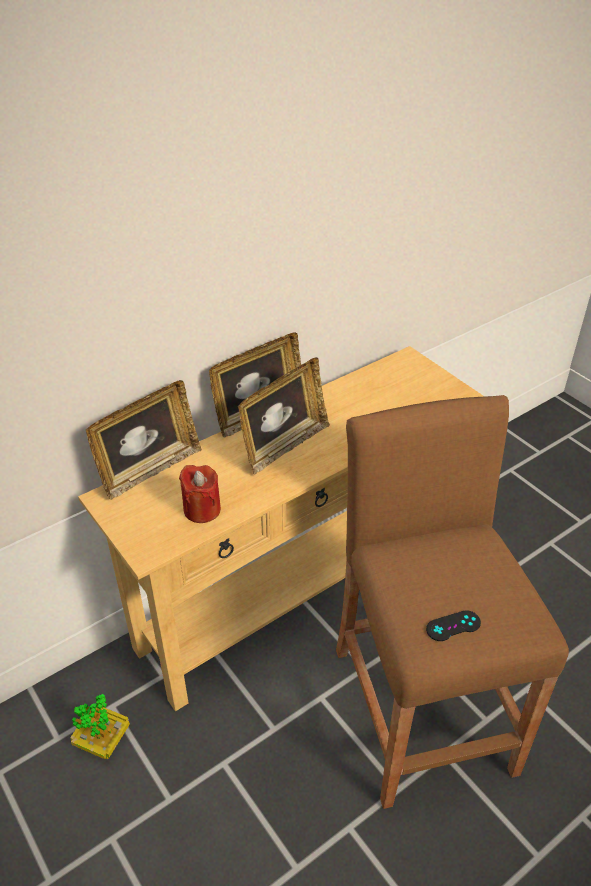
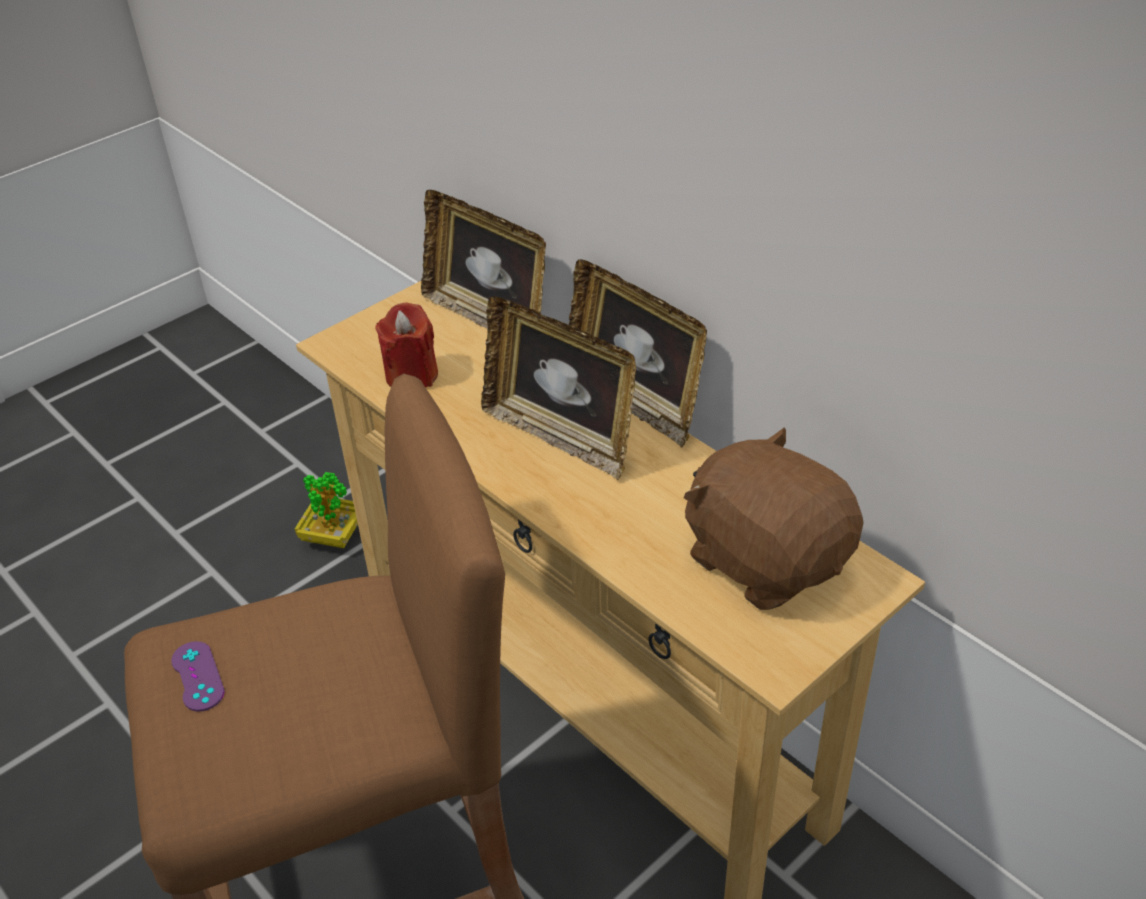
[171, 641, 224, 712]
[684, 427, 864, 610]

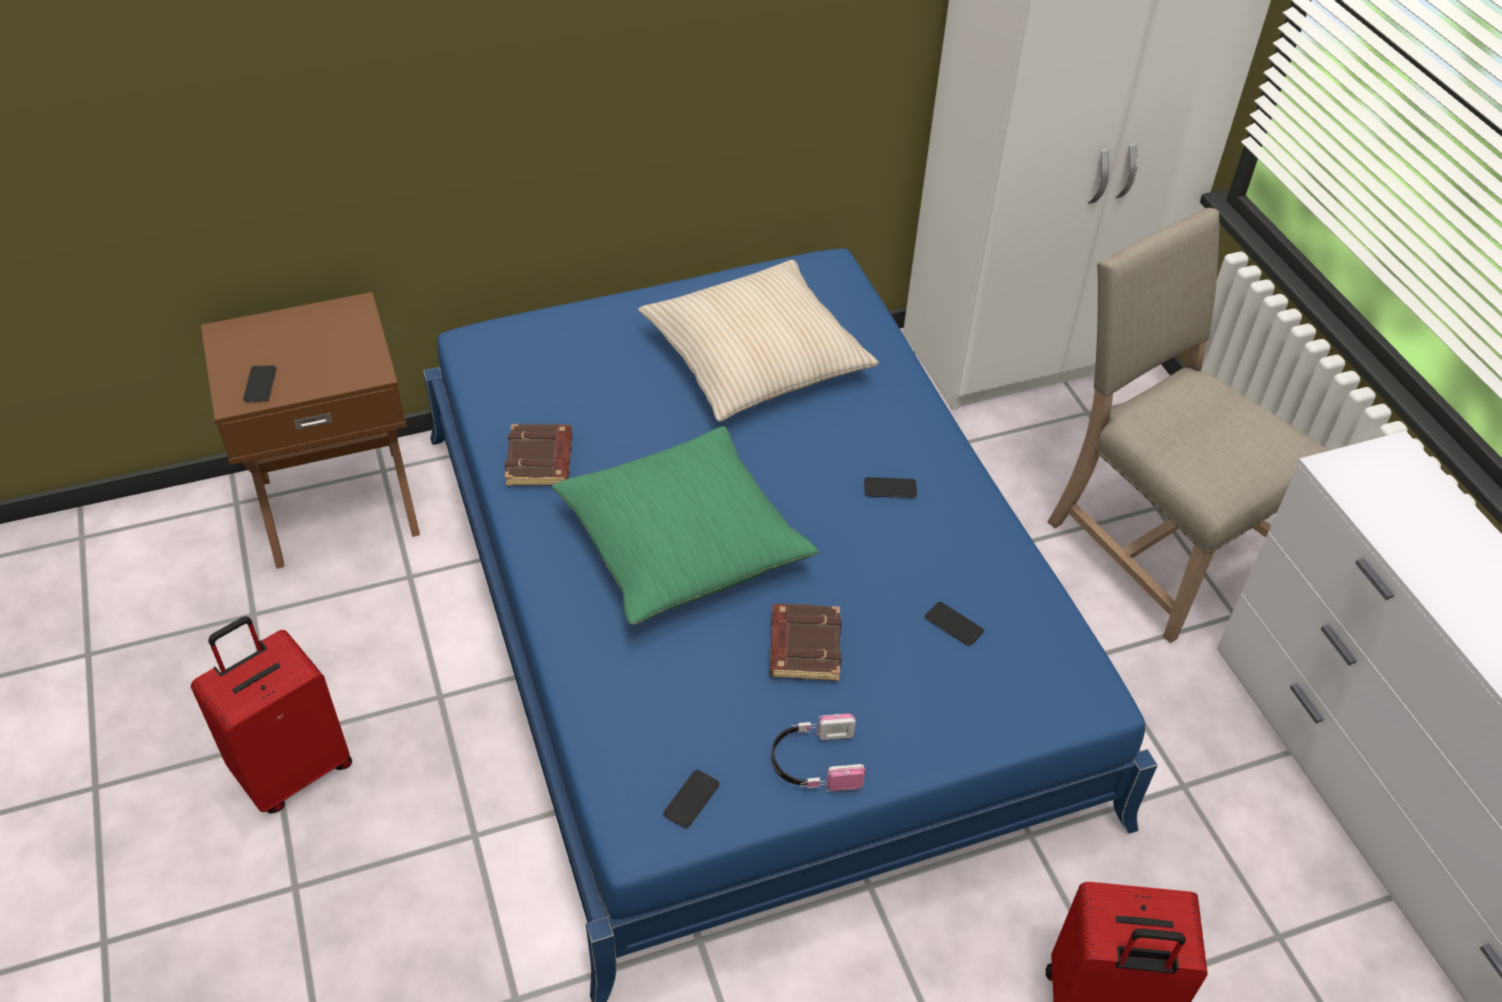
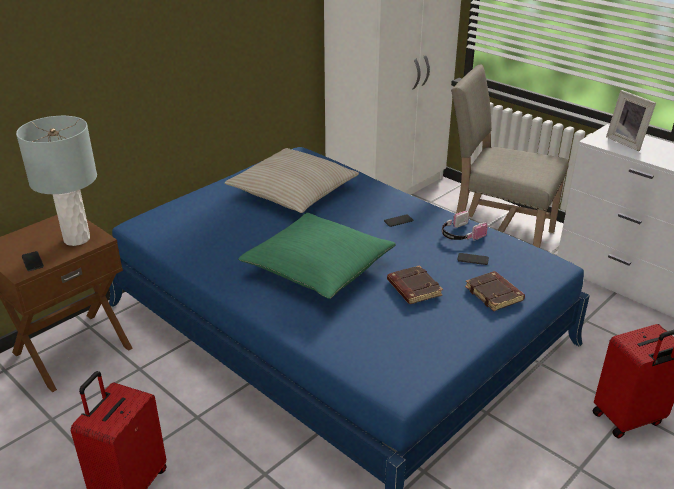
[465, 271, 525, 311]
[663, 770, 720, 828] (first image)
[442, 211, 488, 241]
[16, 116, 97, 246]
[606, 90, 656, 151]

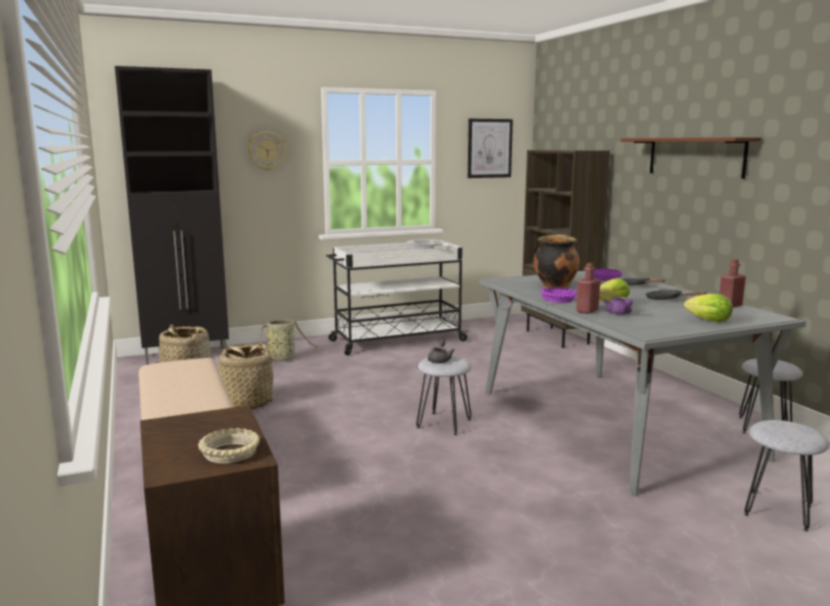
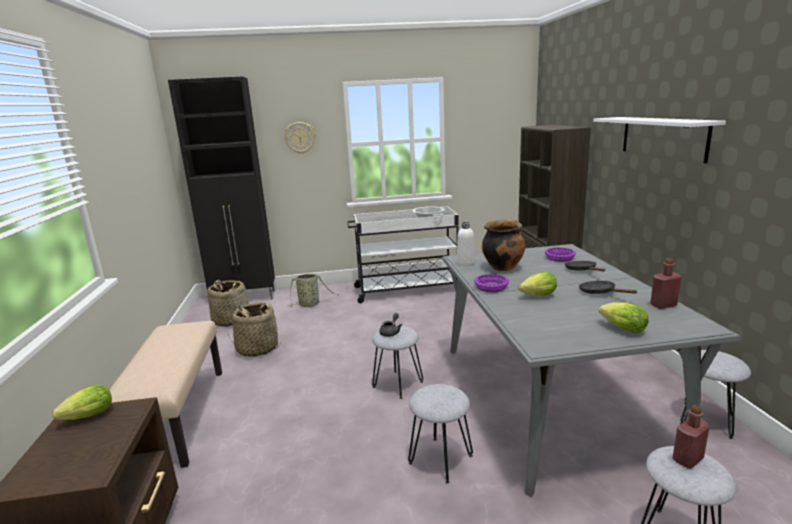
[198, 428, 260, 463] (first image)
[468, 119, 513, 178] (first image)
[673, 405, 710, 469]
[604, 297, 633, 315] (first image)
[593, 117, 726, 163]
[52, 384, 112, 420]
[408, 384, 473, 484]
[457, 222, 475, 266]

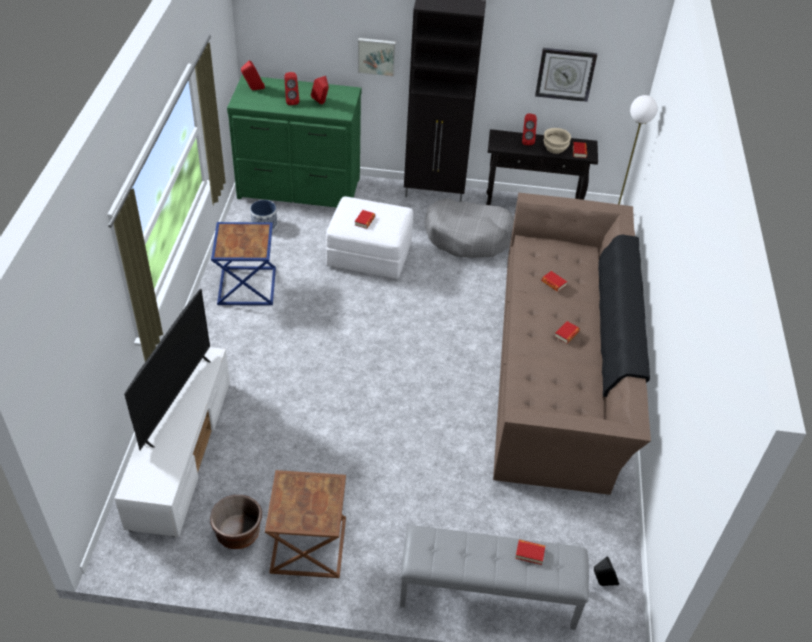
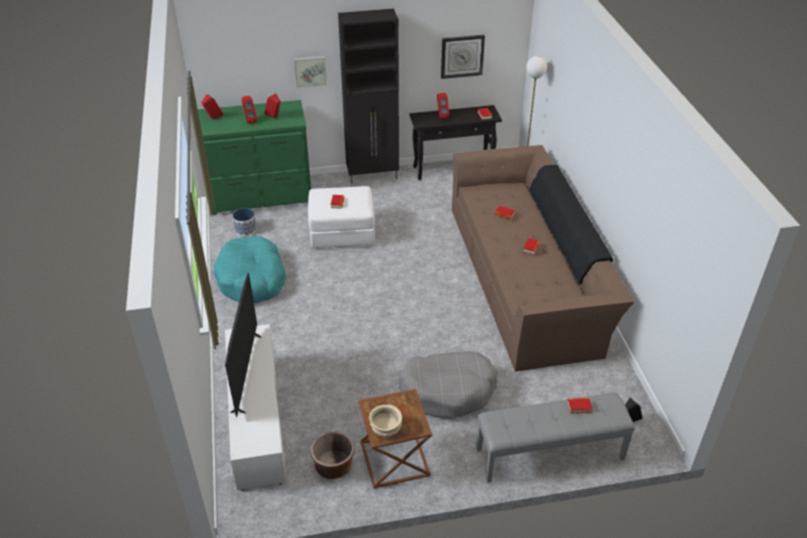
[214, 236, 286, 303]
[399, 351, 498, 419]
[369, 405, 402, 438]

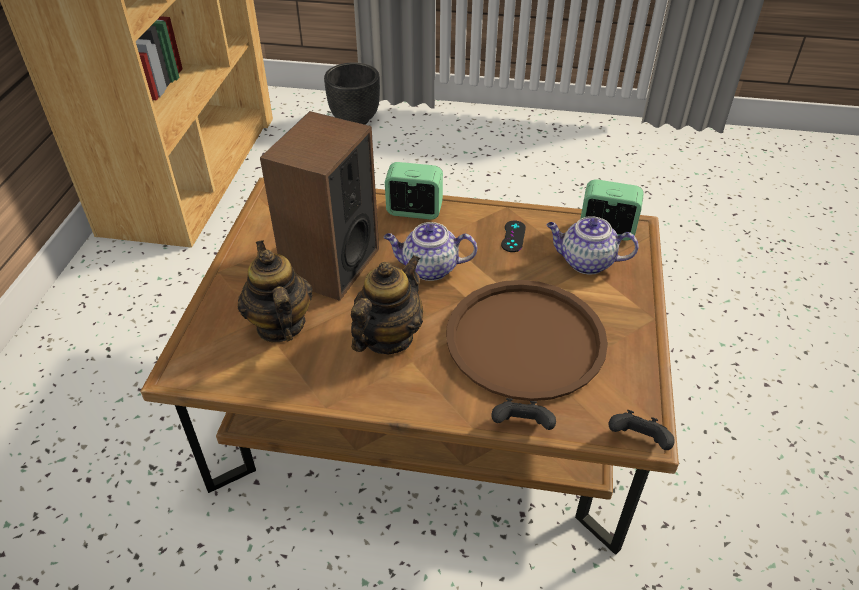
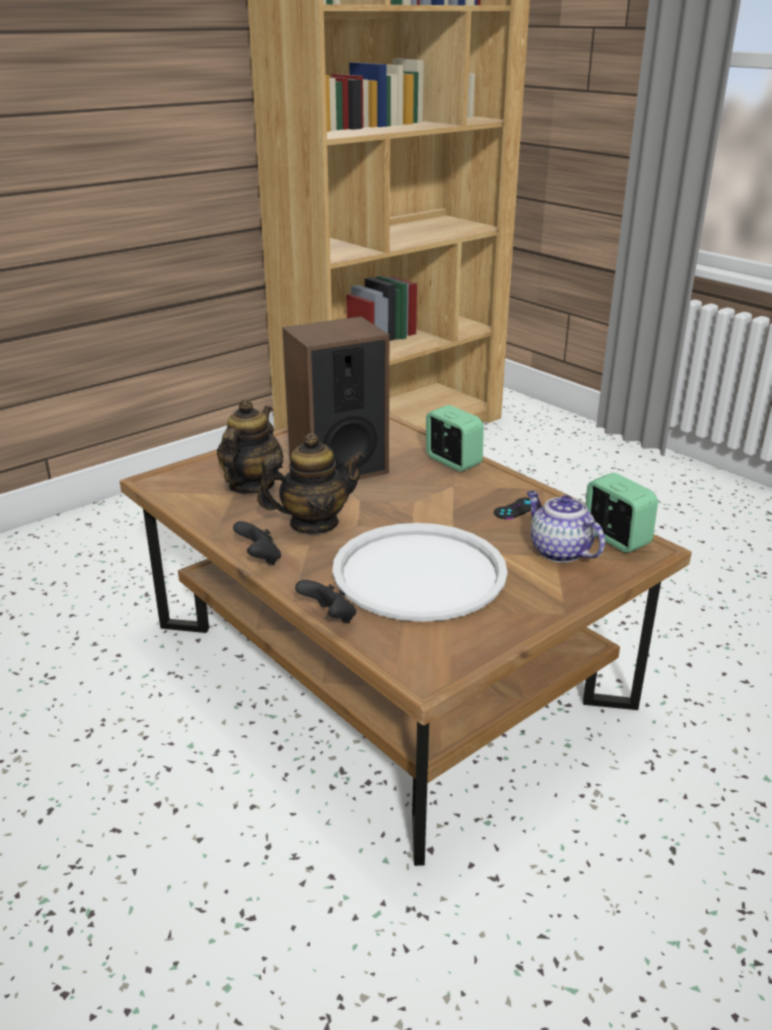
[324, 62, 380, 125] (first image)
[384, 222, 477, 281] (first image)
[332, 523, 508, 622]
[233, 521, 281, 565]

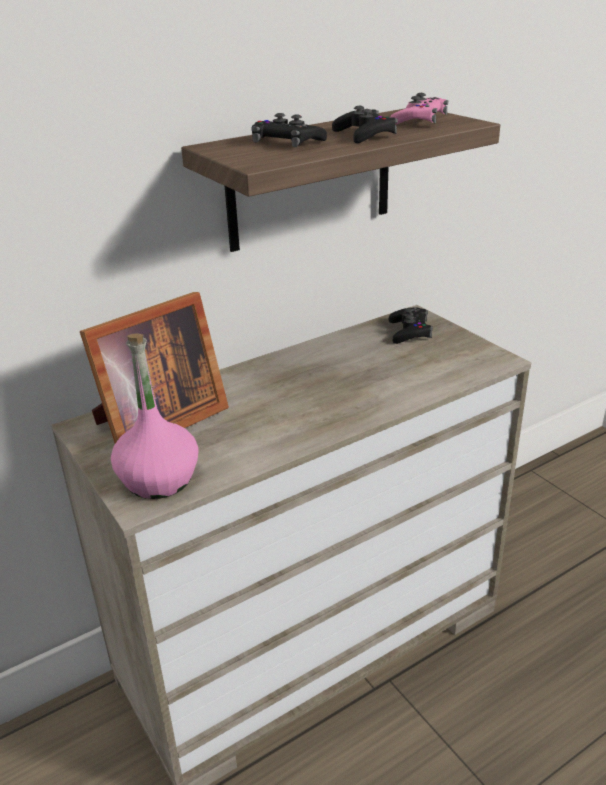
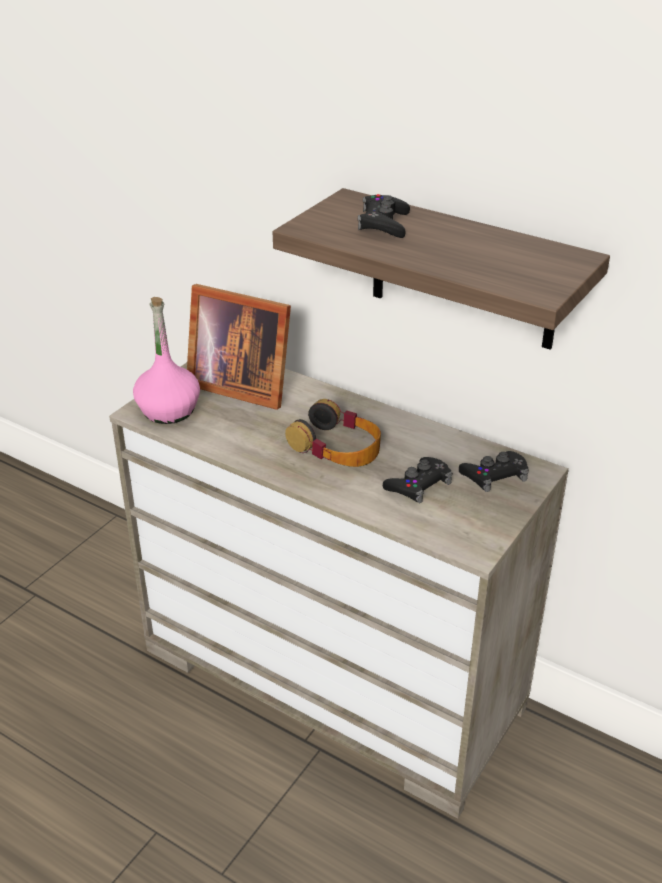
[383, 457, 453, 503]
[390, 93, 448, 125] (first image)
[285, 399, 381, 467]

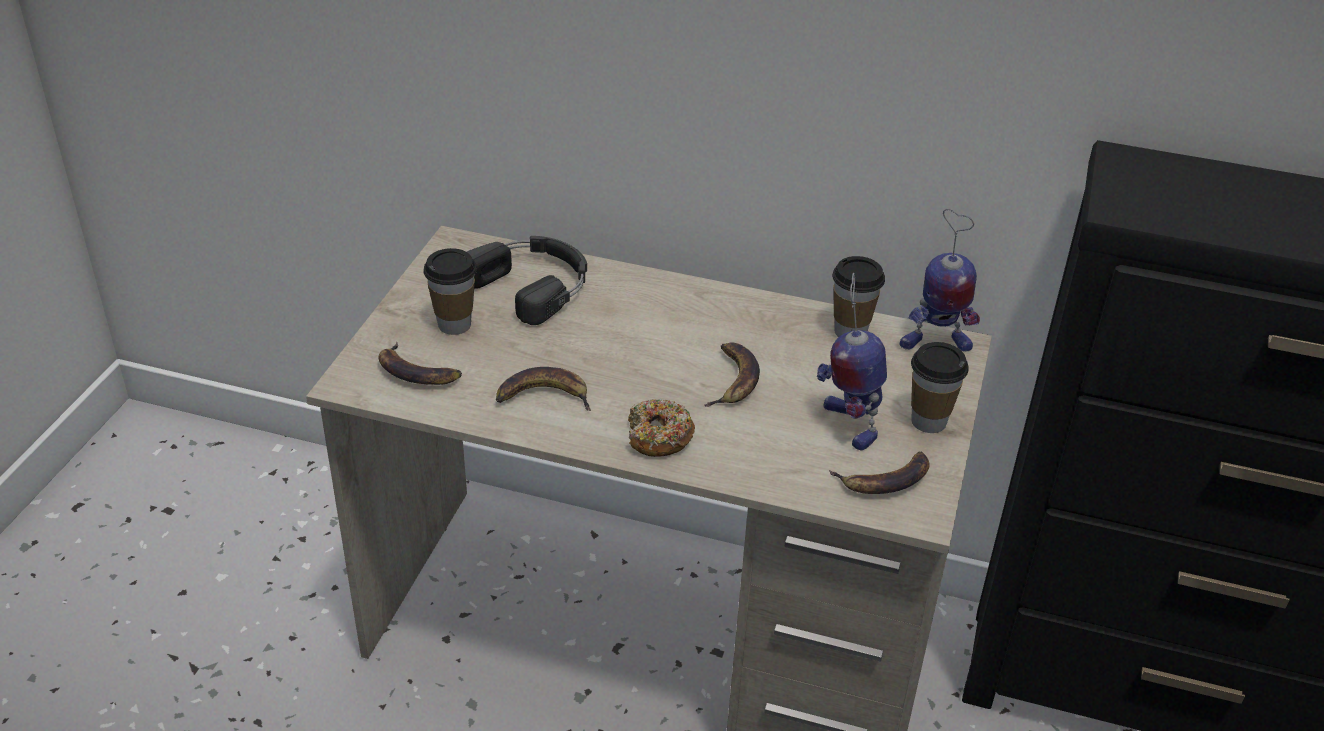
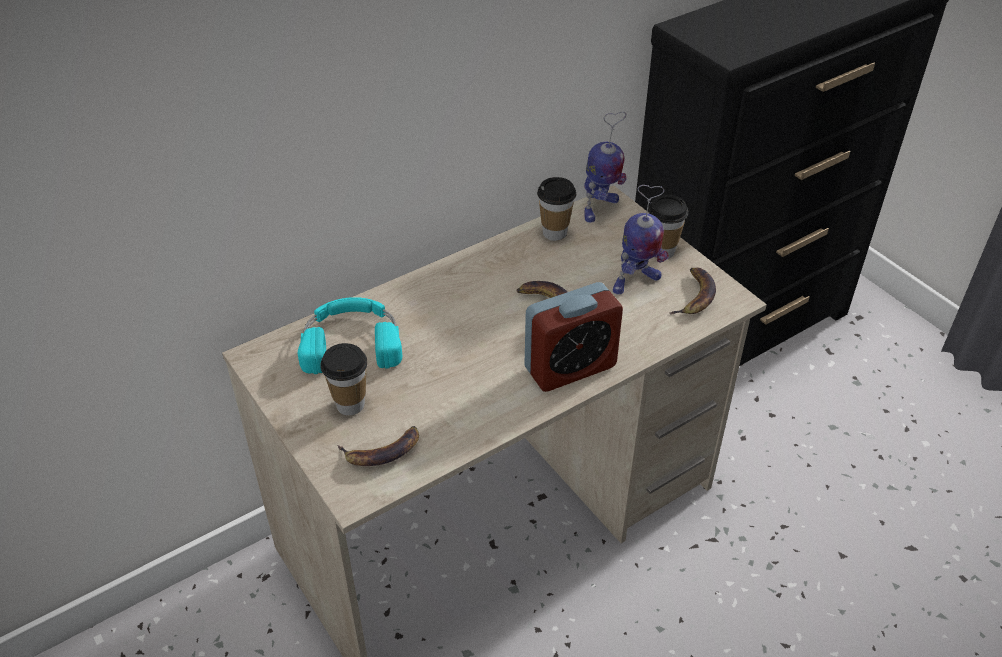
[298, 297, 402, 374]
[496, 367, 591, 411] (first image)
[525, 282, 623, 392]
[613, 185, 669, 295]

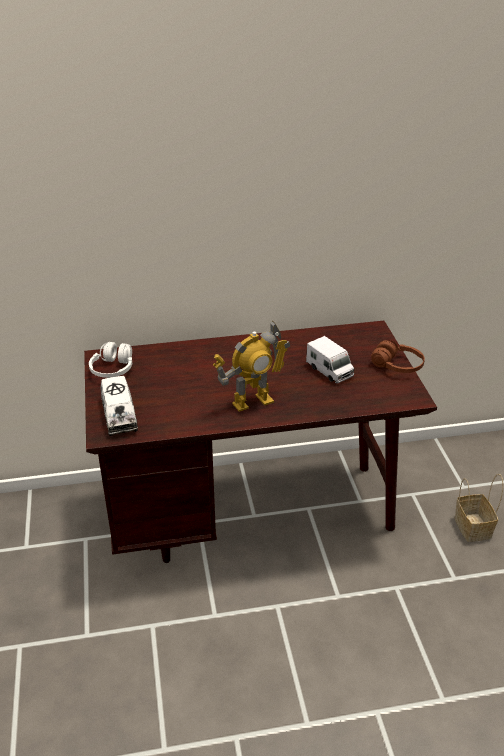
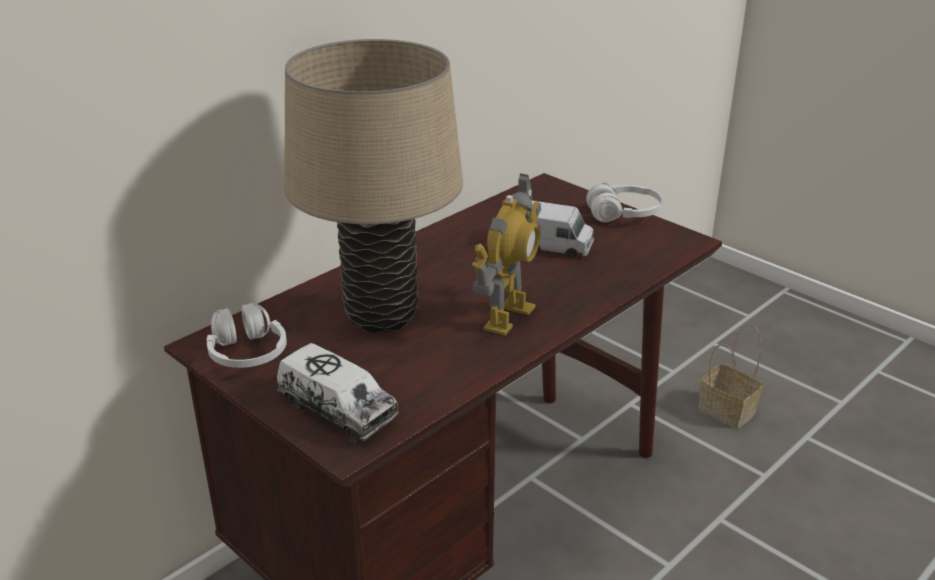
[586, 182, 663, 222]
[284, 39, 463, 333]

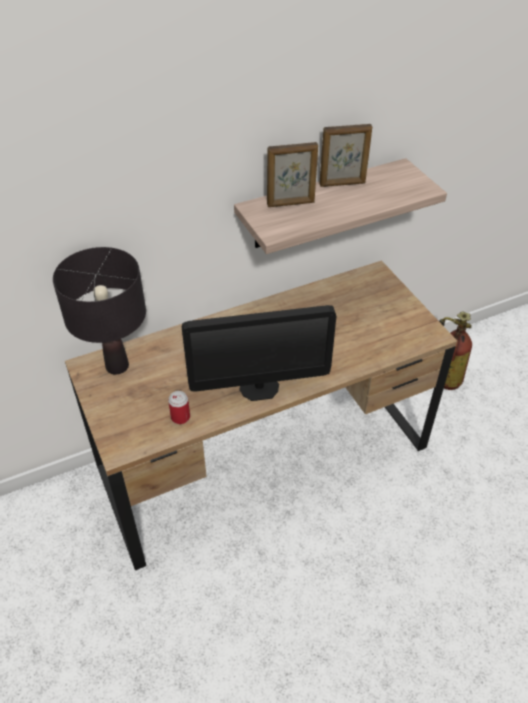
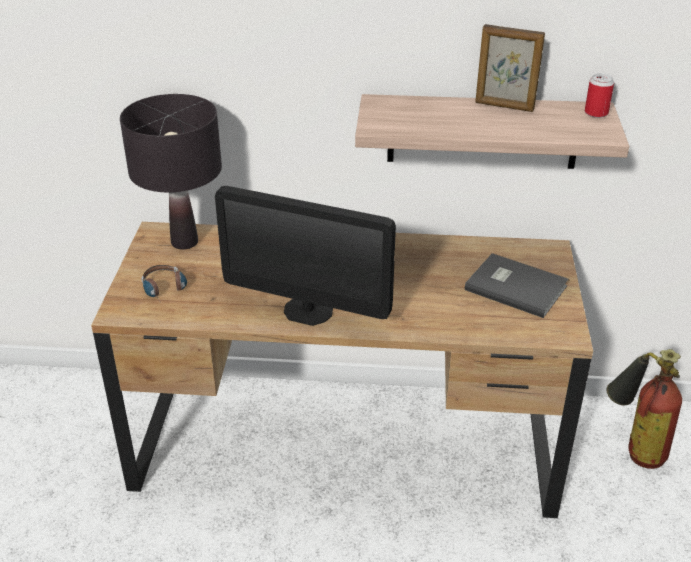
[585, 73, 614, 118]
[267, 142, 318, 207] (first image)
[141, 265, 187, 303]
[465, 253, 568, 318]

